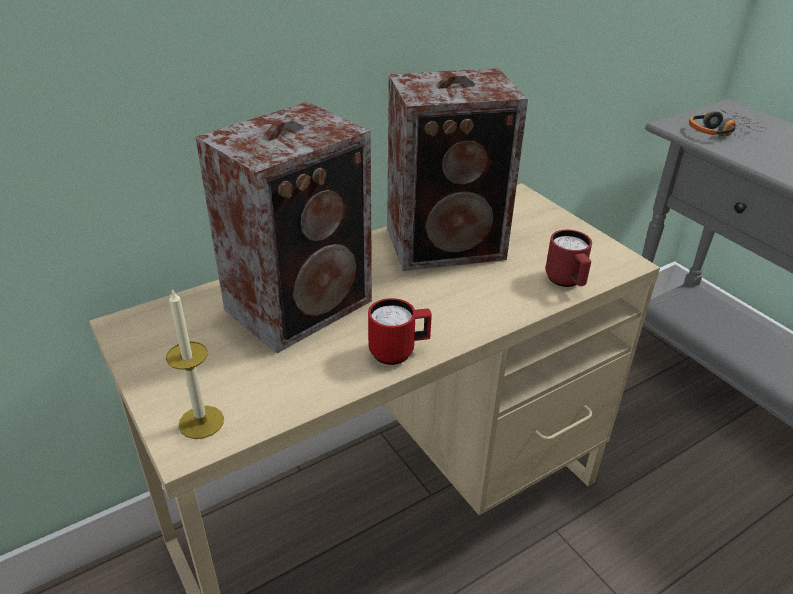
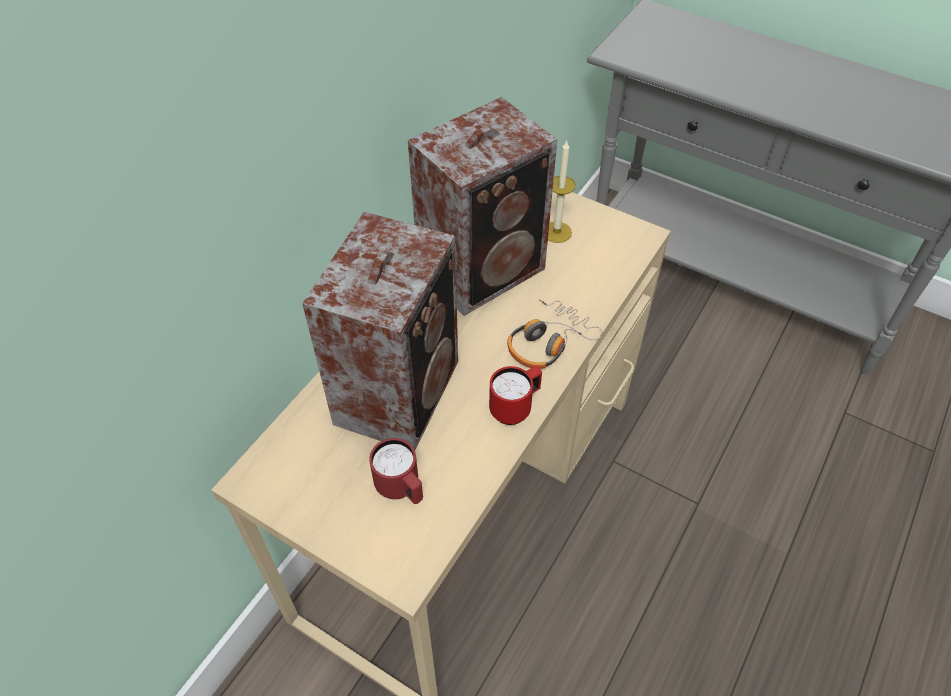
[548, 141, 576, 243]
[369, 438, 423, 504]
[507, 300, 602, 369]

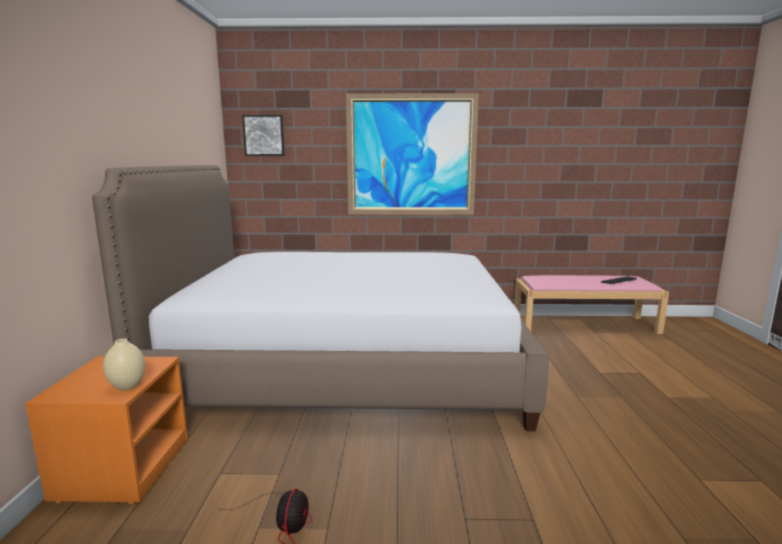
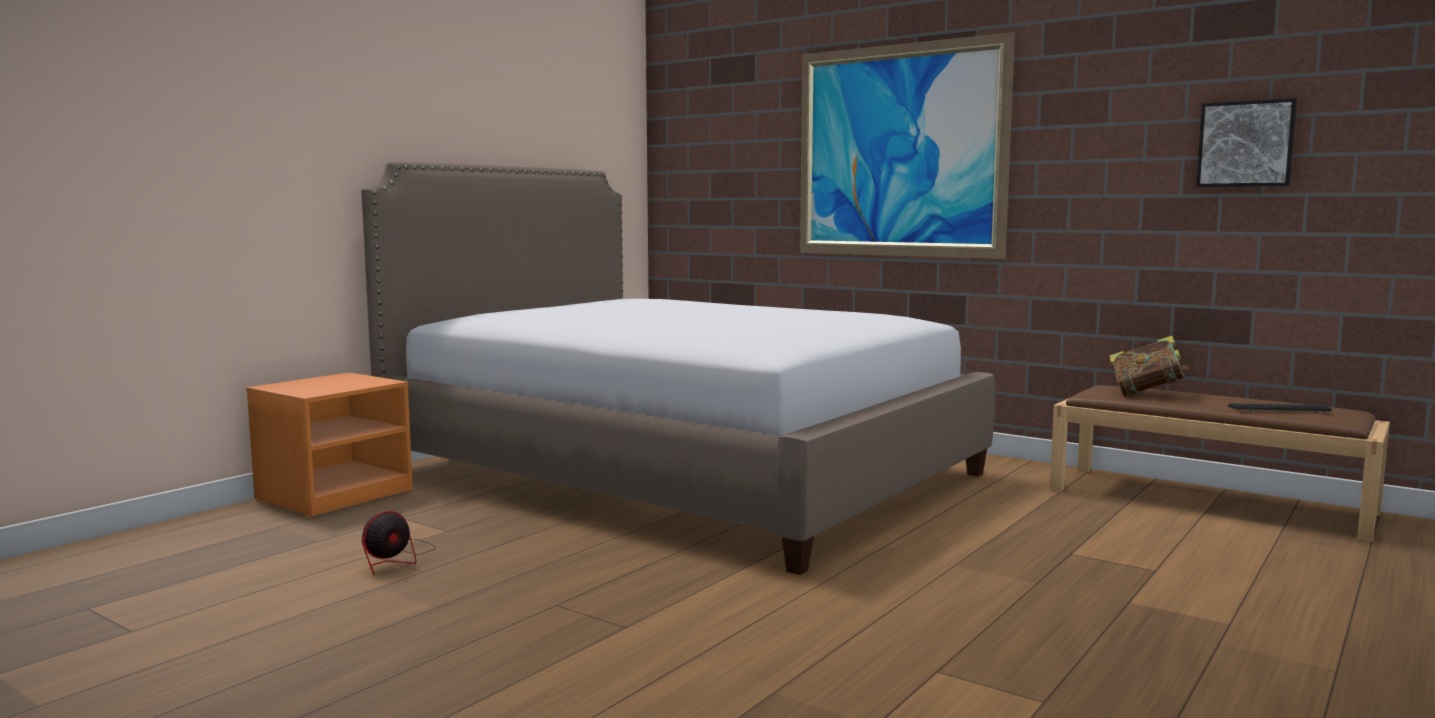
[103, 339, 145, 390] (first image)
[1196, 98, 1297, 187]
[1050, 385, 1390, 543]
[1110, 336, 1190, 396]

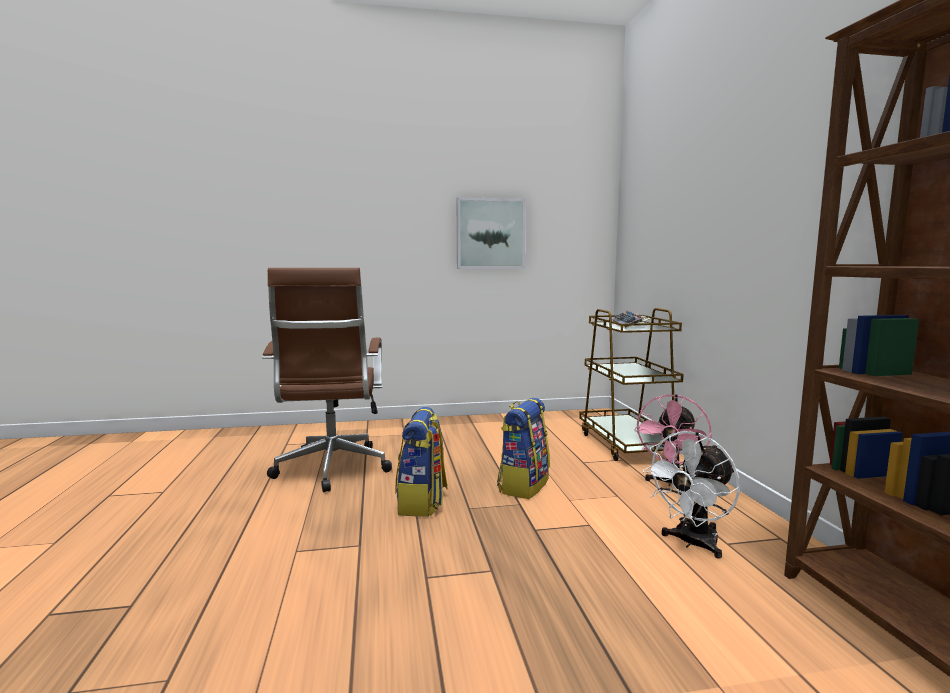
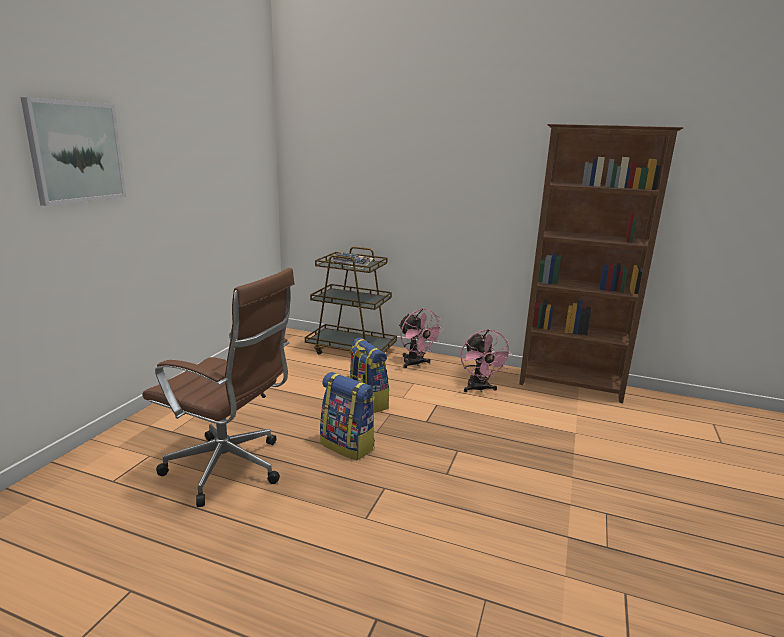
[21, 97, 126, 206]
[461, 329, 513, 392]

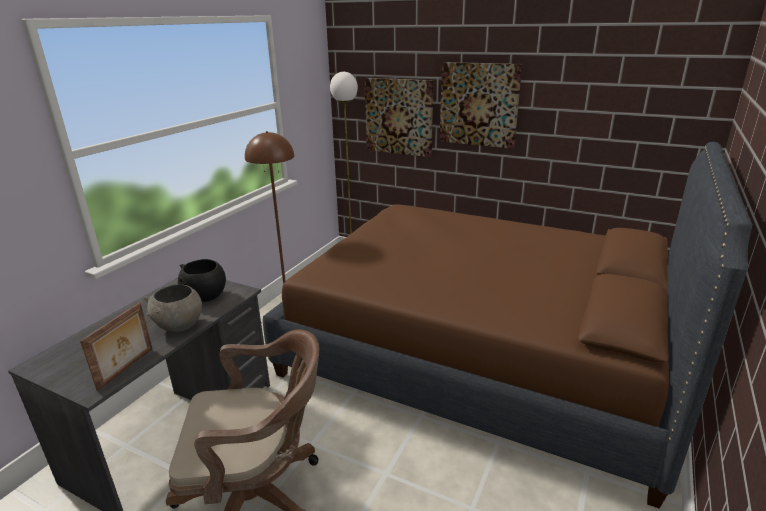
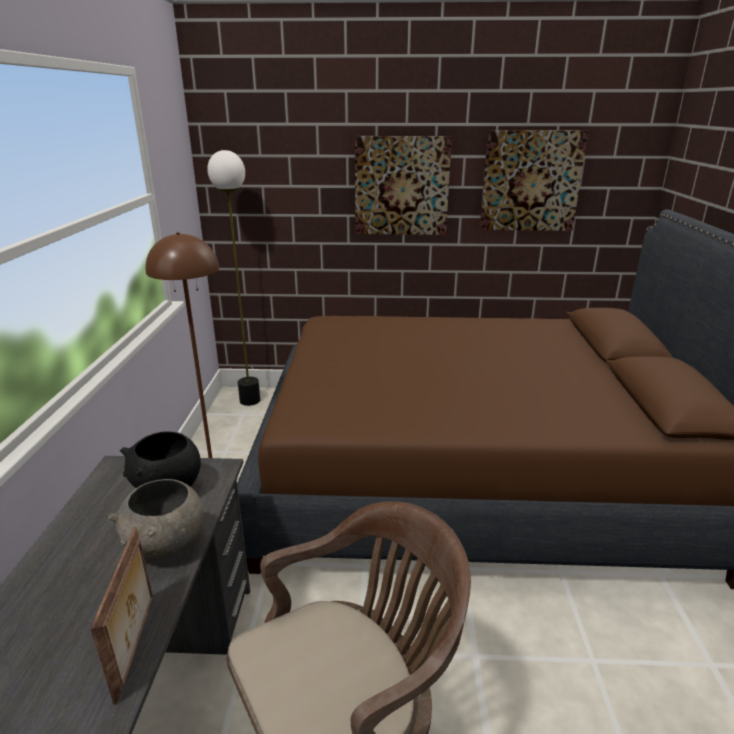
[480, 130, 588, 231]

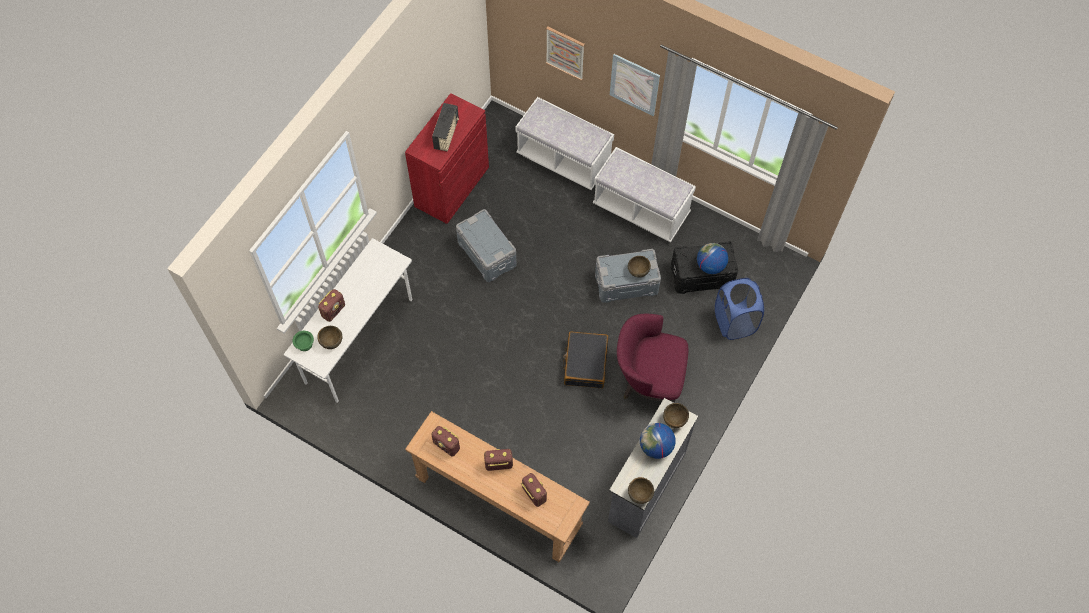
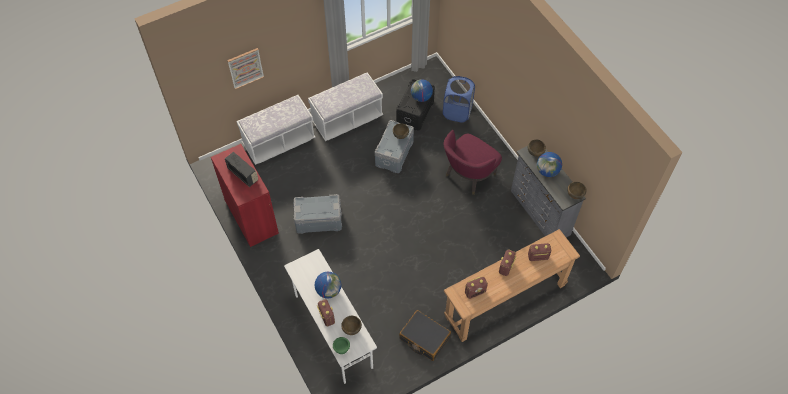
[399, 310, 451, 361]
[610, 54, 660, 116] (first image)
[315, 272, 341, 298]

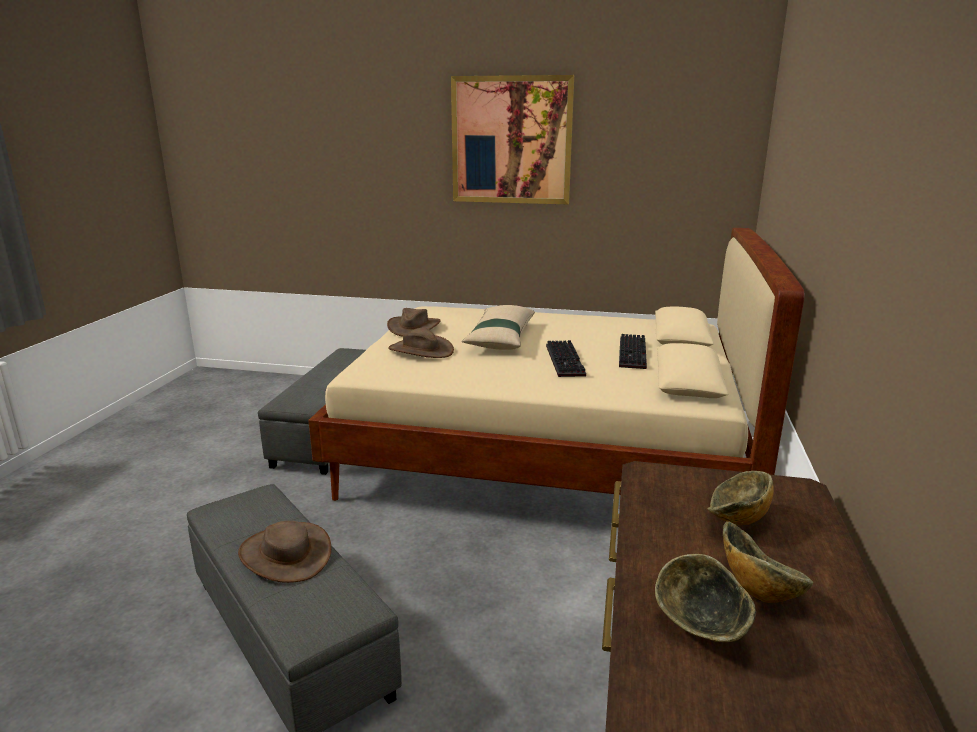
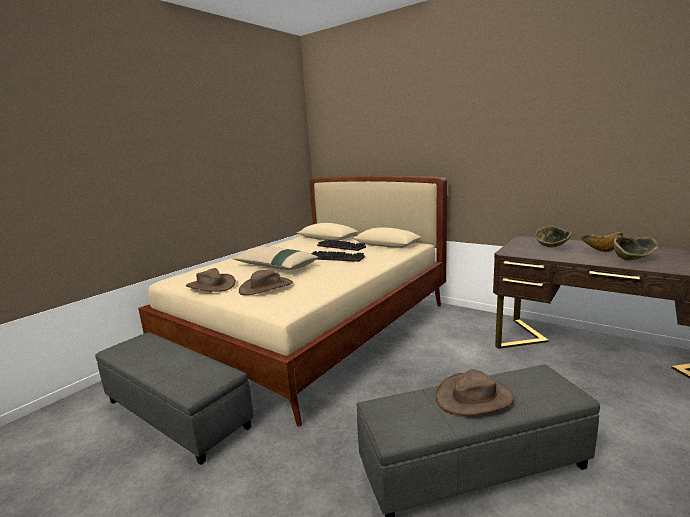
[451, 75, 574, 204] (first image)

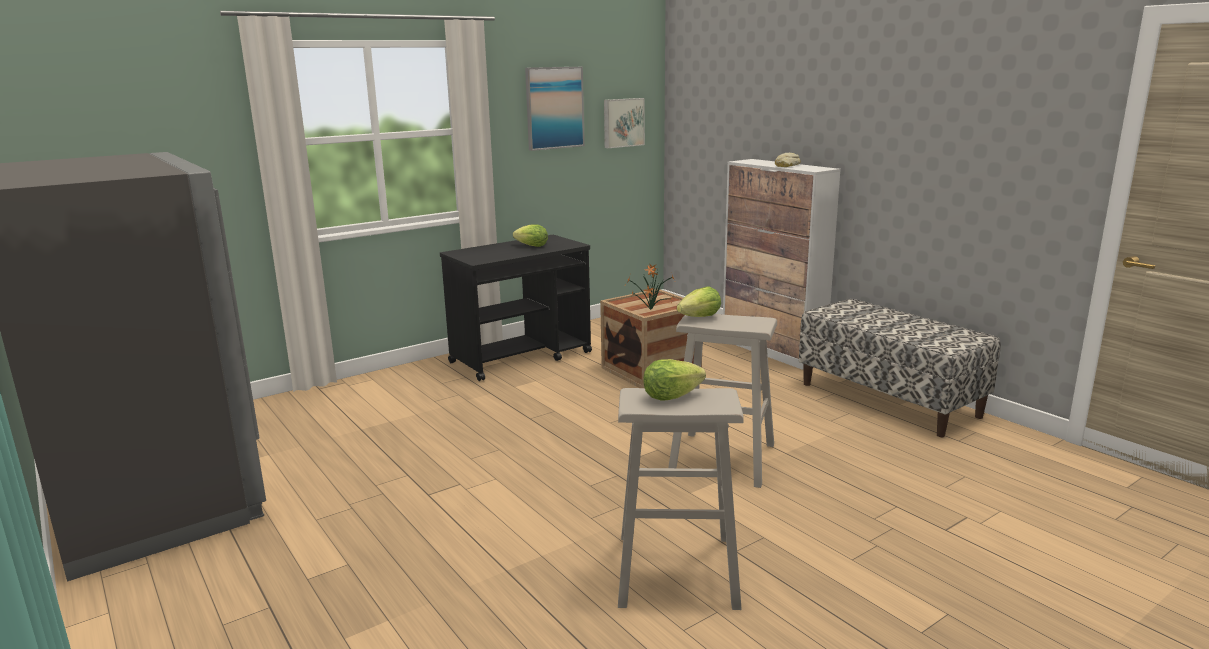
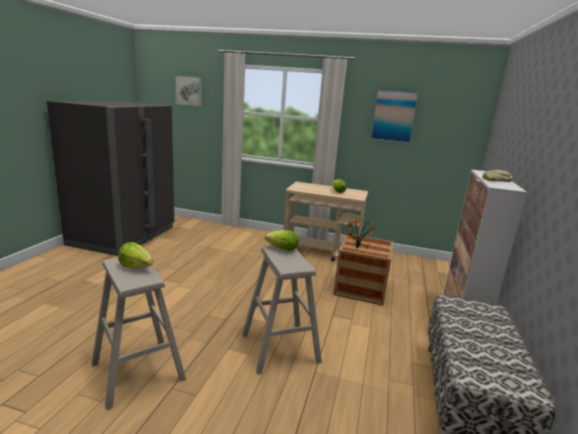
[284, 182, 368, 261]
[175, 75, 202, 106]

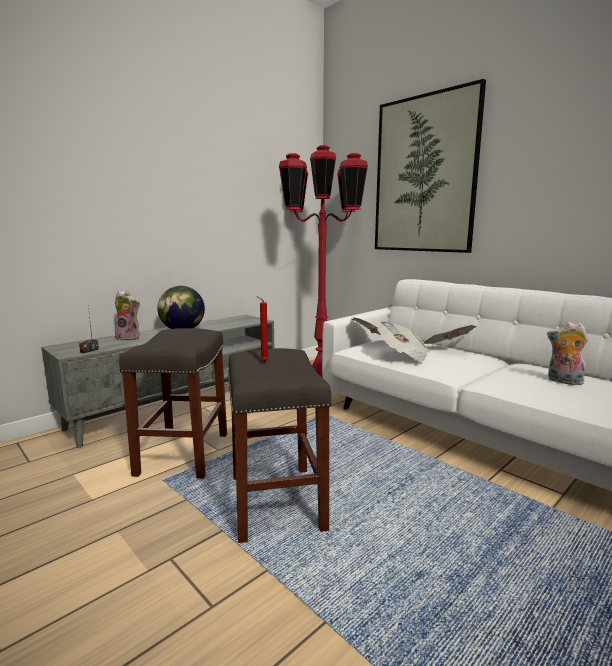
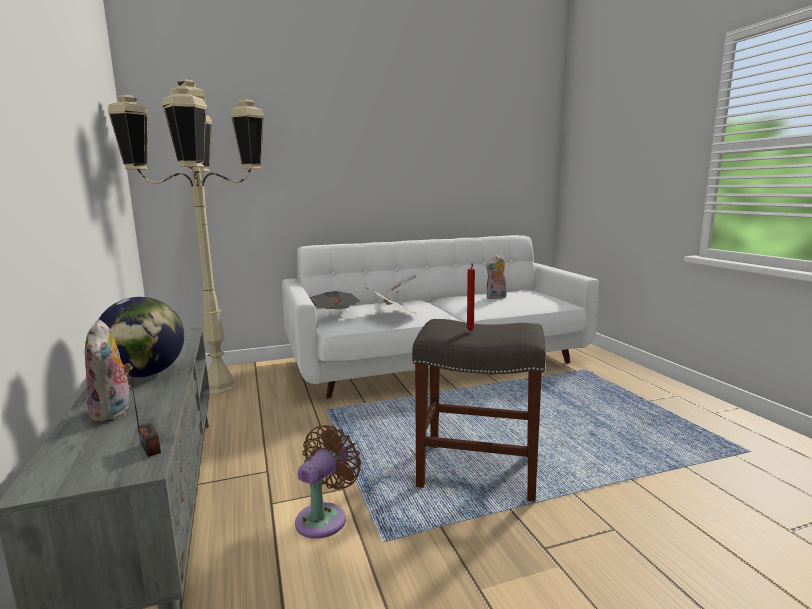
[85, 319, 133, 423]
[295, 425, 361, 539]
[108, 79, 264, 394]
[375, 79, 486, 253] (first image)

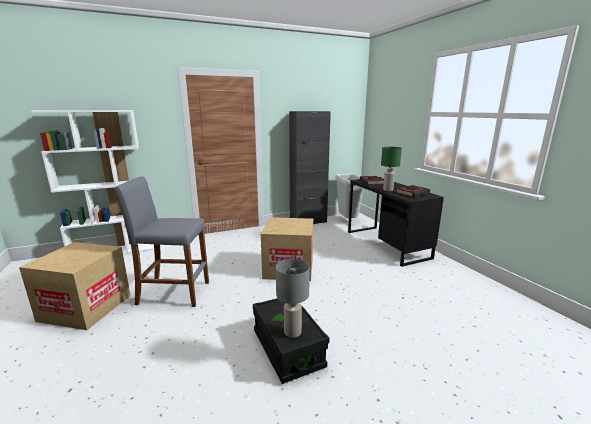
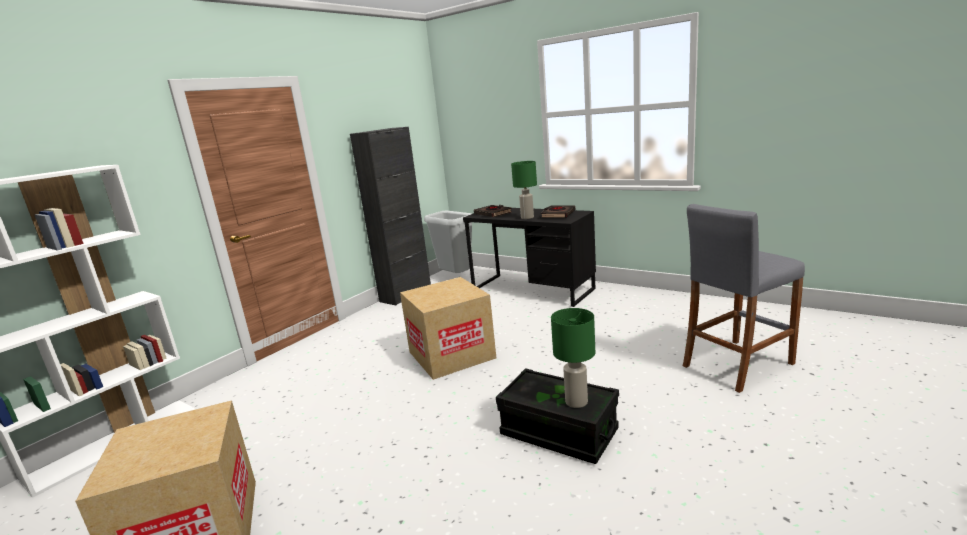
[683, 204, 805, 393]
[551, 308, 595, 408]

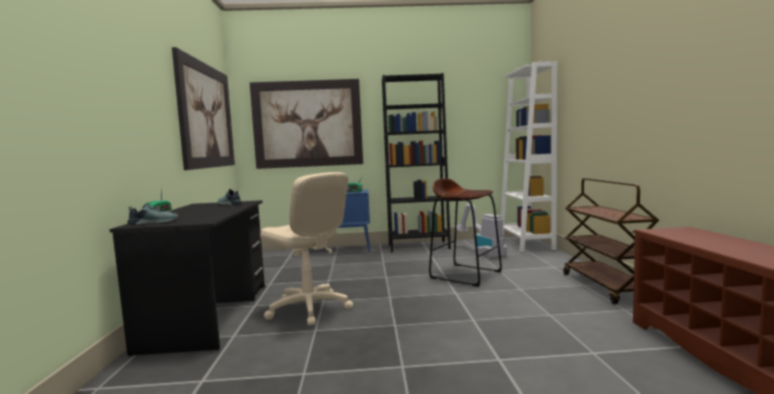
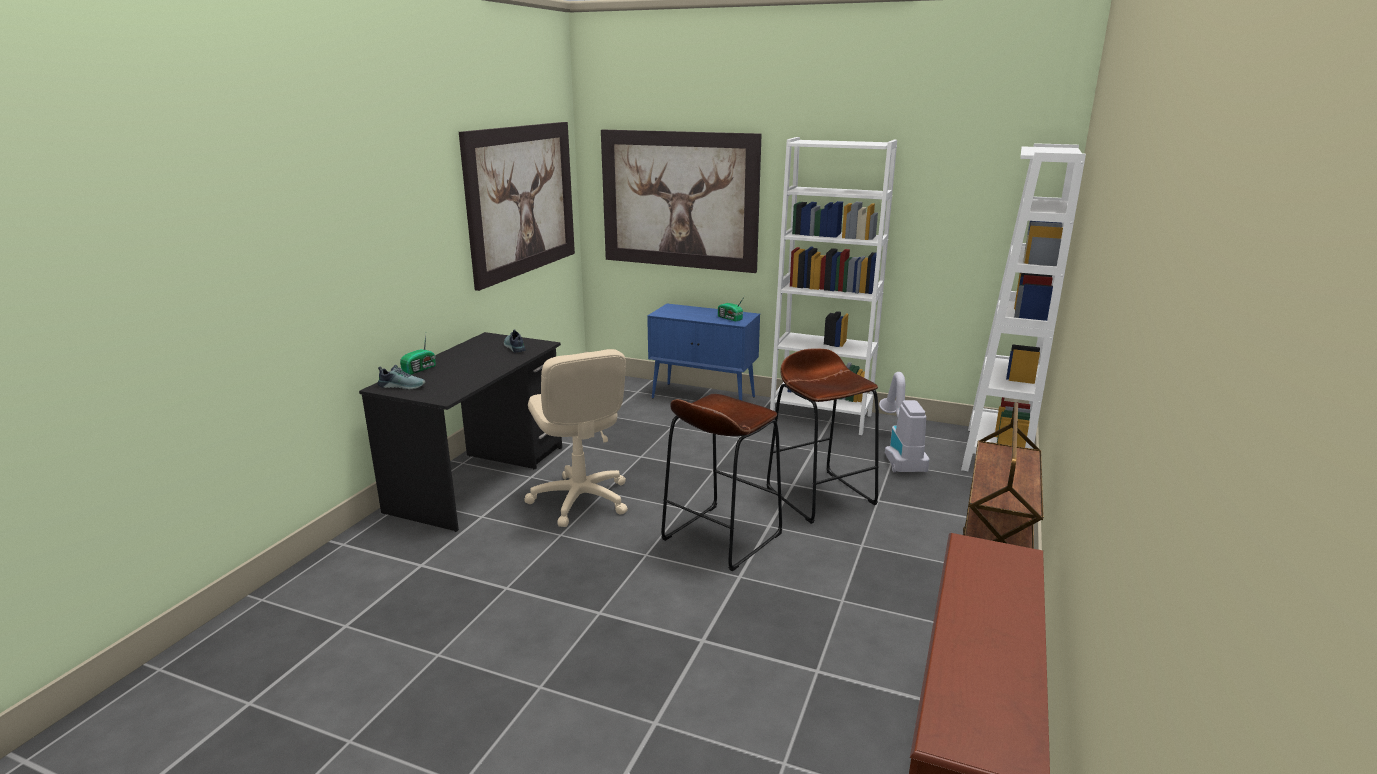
[770, 137, 897, 435]
[661, 394, 783, 571]

